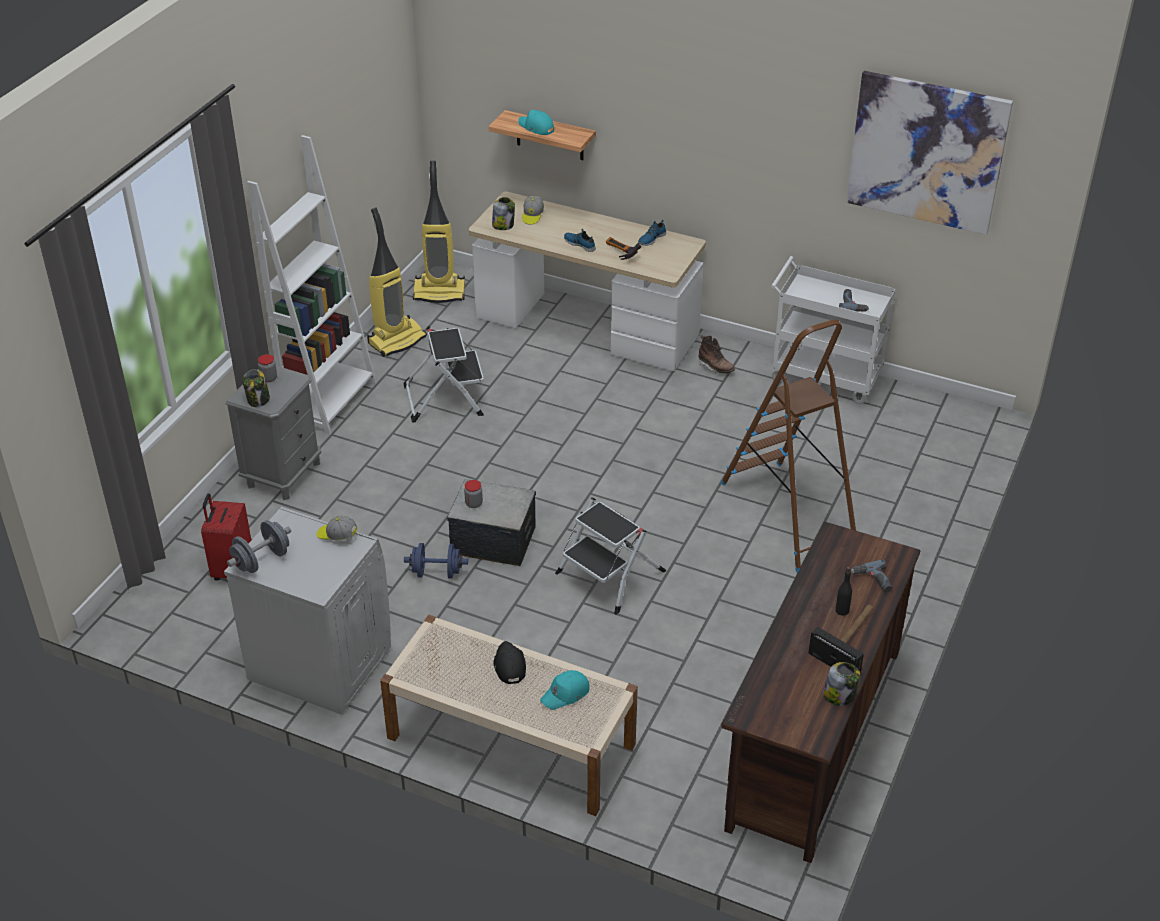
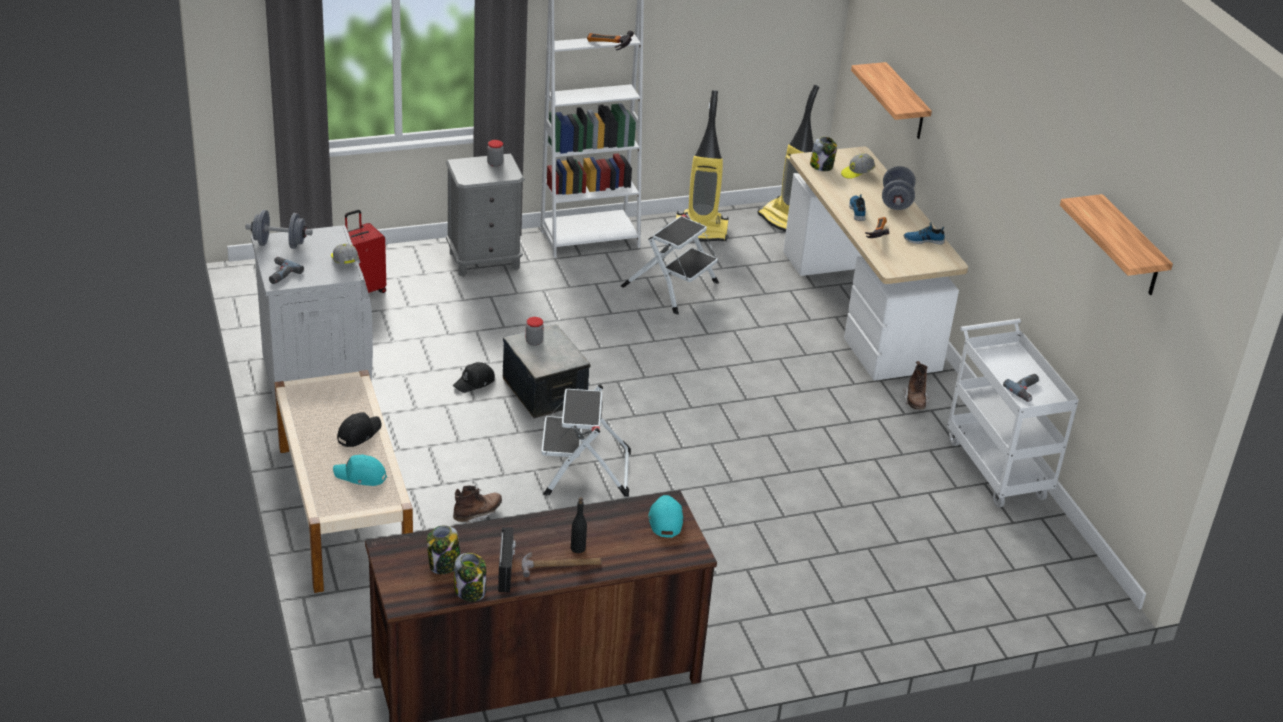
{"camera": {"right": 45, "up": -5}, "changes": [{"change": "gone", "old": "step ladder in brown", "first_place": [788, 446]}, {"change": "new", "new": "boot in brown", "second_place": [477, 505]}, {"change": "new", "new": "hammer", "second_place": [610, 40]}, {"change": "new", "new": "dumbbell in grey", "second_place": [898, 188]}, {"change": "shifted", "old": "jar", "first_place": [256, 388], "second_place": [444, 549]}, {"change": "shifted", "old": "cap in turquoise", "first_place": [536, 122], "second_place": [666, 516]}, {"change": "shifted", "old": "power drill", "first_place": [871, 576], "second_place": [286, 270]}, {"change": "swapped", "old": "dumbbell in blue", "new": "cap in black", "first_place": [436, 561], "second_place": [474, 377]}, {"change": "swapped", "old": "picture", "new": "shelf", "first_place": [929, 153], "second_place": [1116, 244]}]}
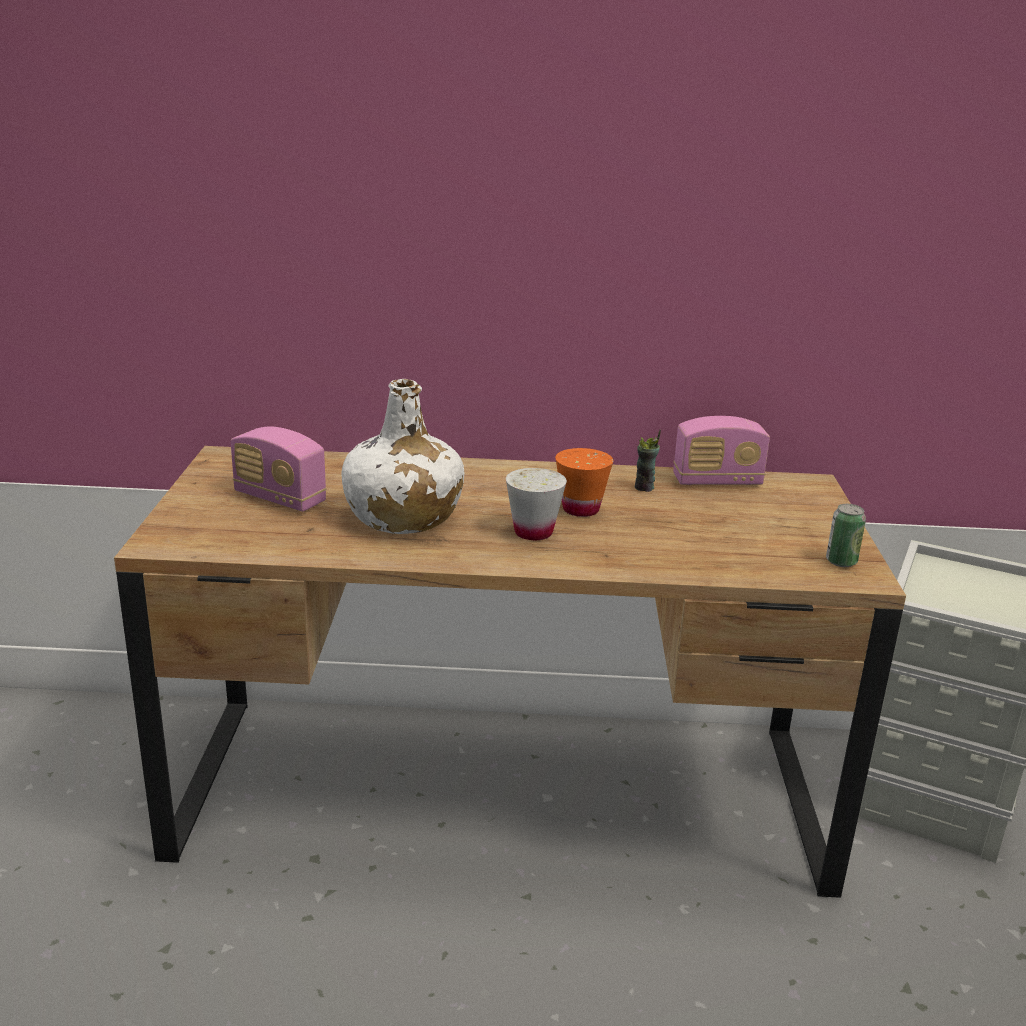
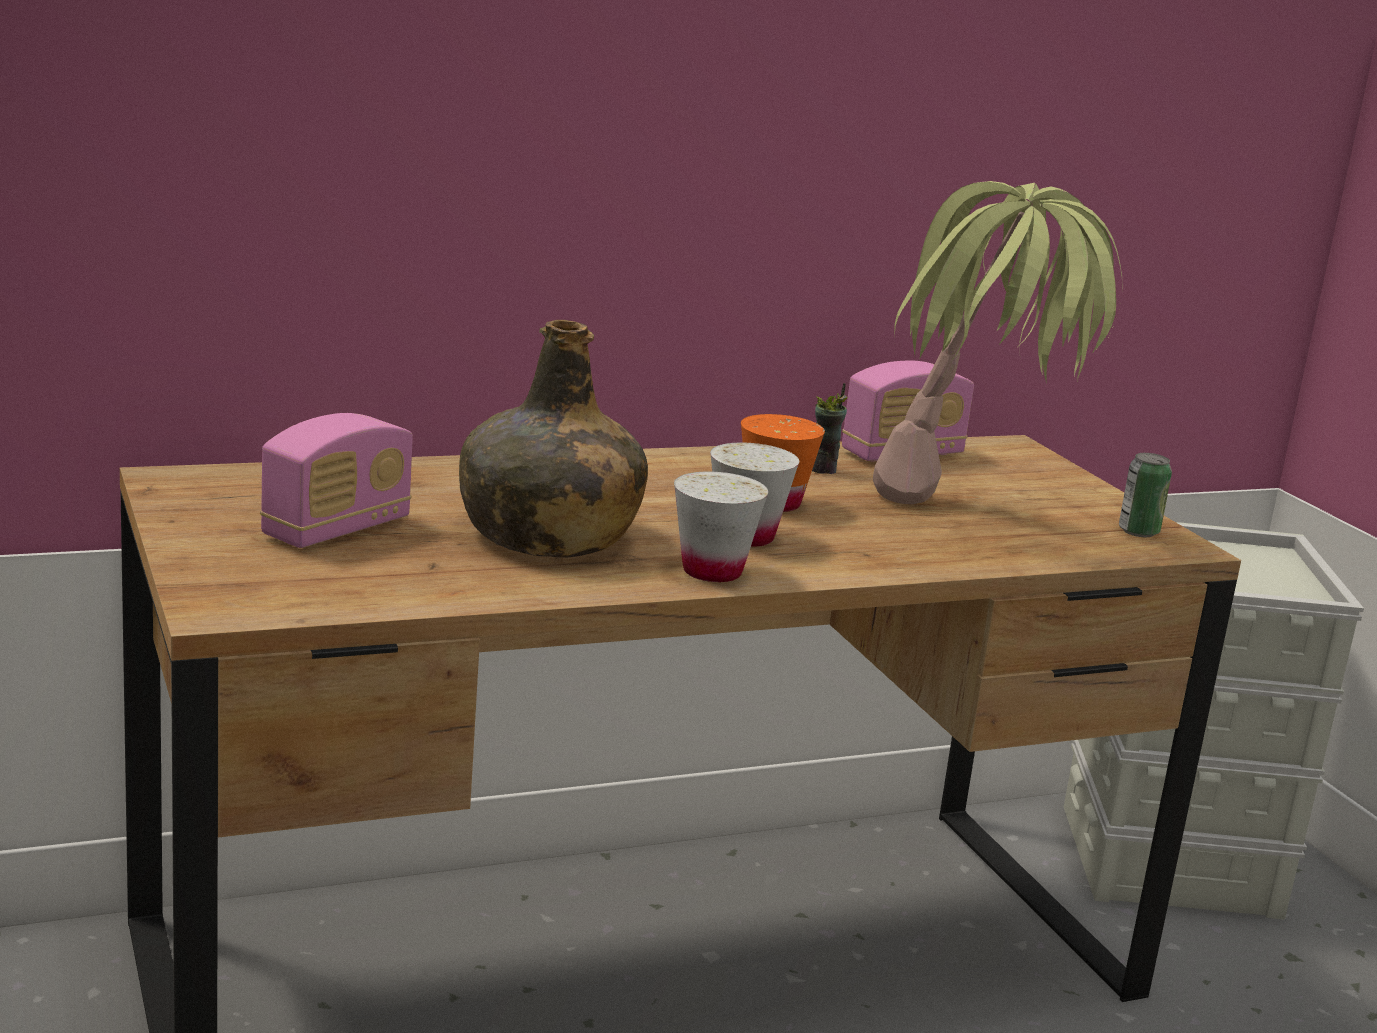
{"camera": {"right": -25, "up": -5}, "changes": [{"change": "new", "new": "cup in white", "second_place": [721, 527]}, {"change": "new", "new": "potted plant", "second_place": [997, 342]}, {"change": "repainted", "old": "bottle in white", "new": "bottle in green", "first_place": [403, 456], "second_place": [553, 439]}, {"change": "rotated", "old": "radio", "first_place": [278, 469], "second_place": [336, 480], "degrees": -60}]}
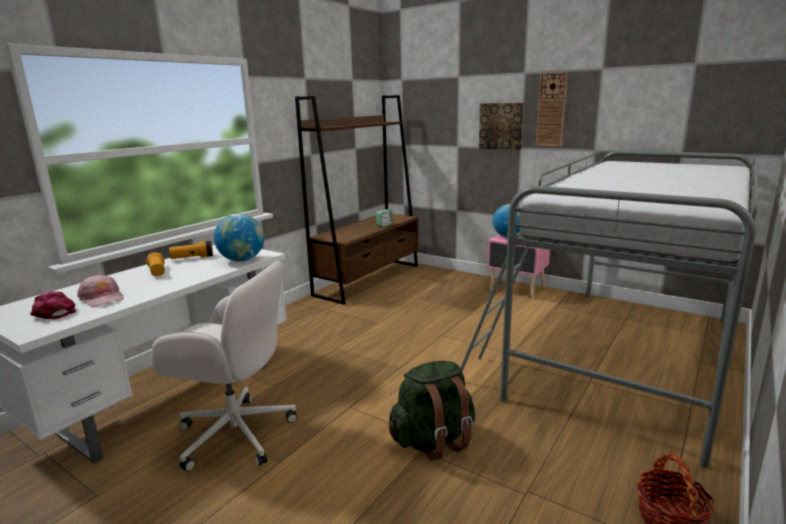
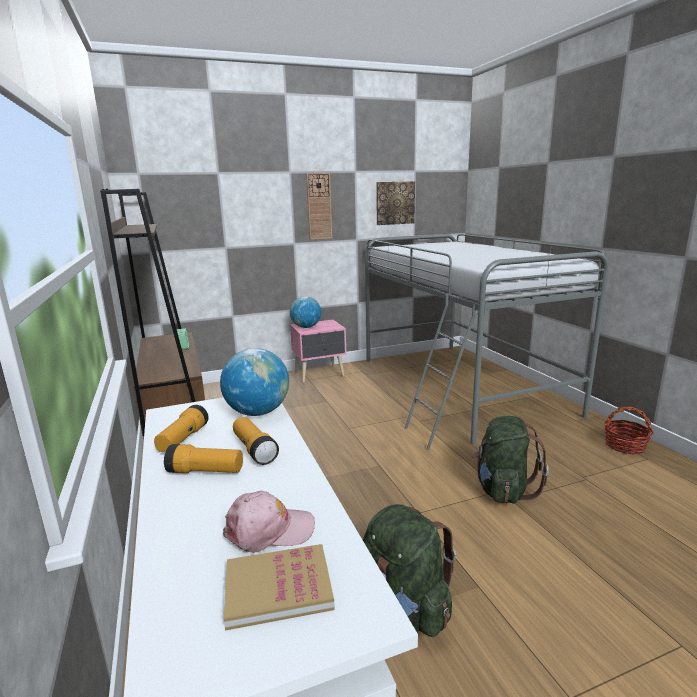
{"camera": {"right": -55, "up": 0}, "changes": [{"change": "new", "new": "flashlight", "second_place": [256, 441]}, {"change": "shifted", "old": "picture", "first_place": [501, 126], "second_place": [395, 203]}, {"change": "swapped", "old": "cap in pink", "new": "book", "first_place": [53, 305], "second_place": [279, 587]}, {"change": "swapped", "old": "office chair in white", "new": "backpack in green", "first_place": [224, 366], "second_place": [409, 570]}]}
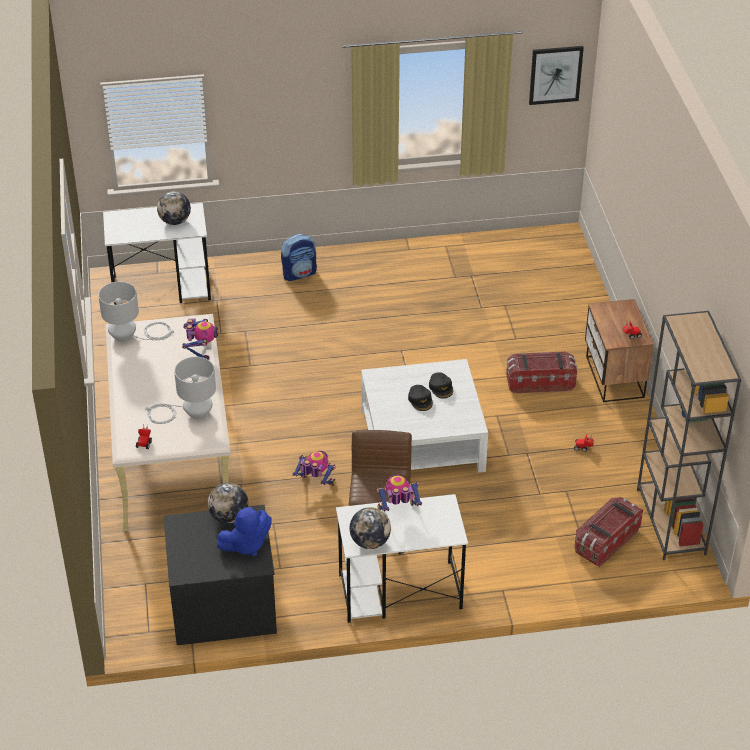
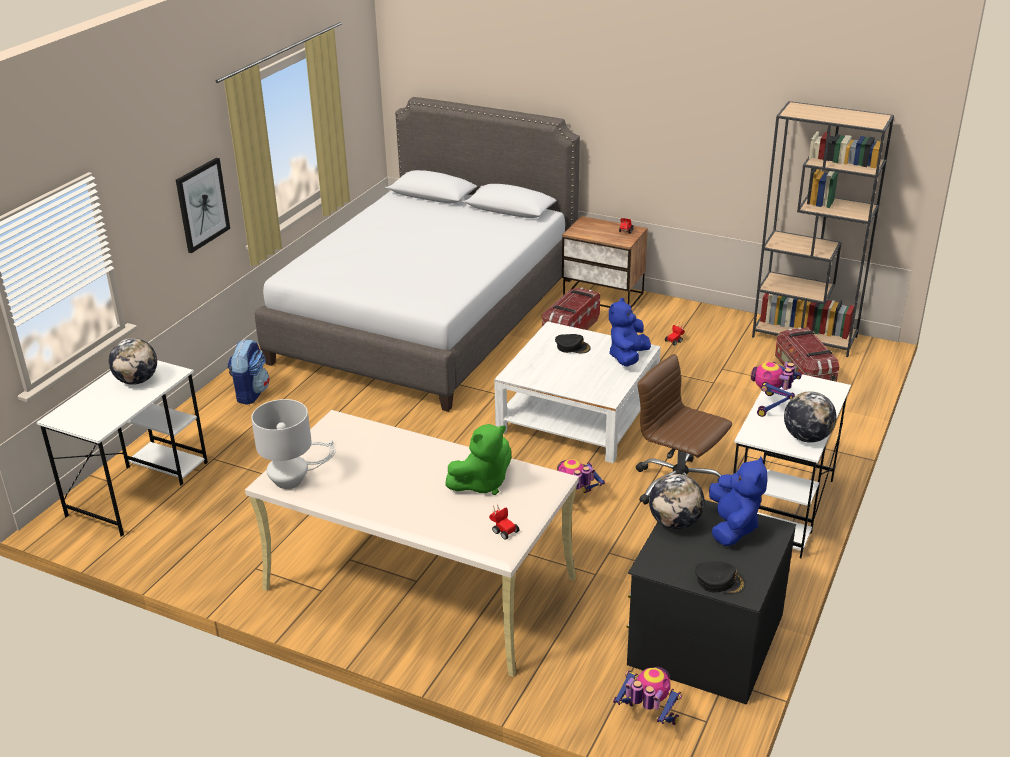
{"camera": {"right": -55, "up": -10}, "changes": [{"change": "new", "new": "bed in grey", "second_place": [417, 254]}, {"change": "new", "new": "plush toy in blue", "second_place": [630, 332]}, {"change": "shifted", "old": "toy robot", "first_place": [200, 339], "second_place": [647, 696]}, {"change": "shifted", "old": "cap in black", "first_place": [420, 398], "second_place": [720, 577]}, {"change": "shifted", "old": "picture", "first_place": [556, 75], "second_place": [203, 205]}, {"change": "swapped", "old": "table lamp in white", "new": "plush toy in green", "first_place": [180, 390], "second_place": [478, 459]}]}
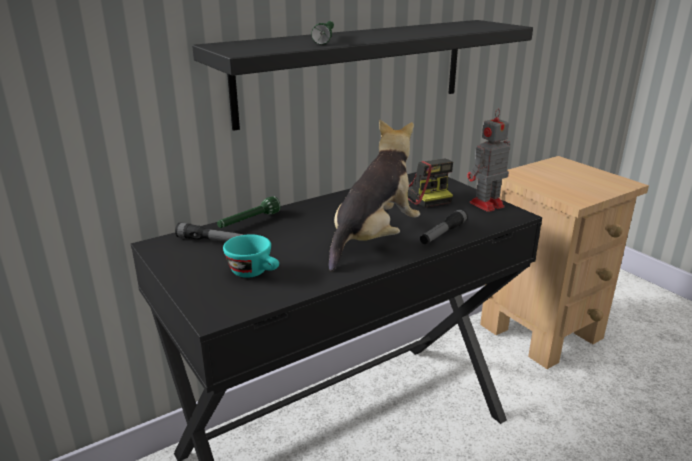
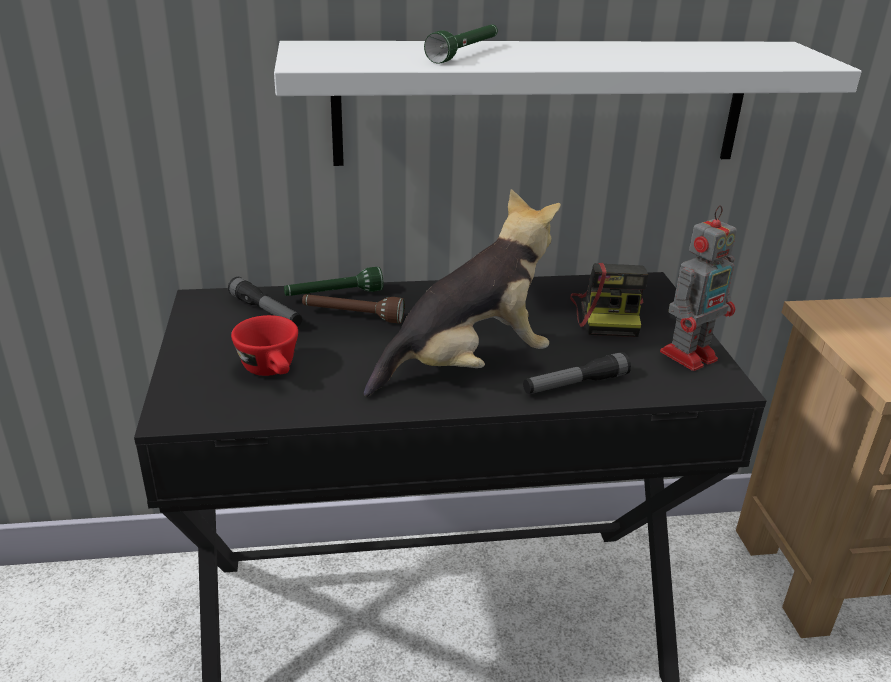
{"camera": {"right": 25, "up": 5}, "changes": [{"change": "new", "new": "flashlight in brown", "second_place": [353, 308]}, {"change": "repainted", "old": "shelf in black", "new": "shelf in white", "first_place": [362, 75], "second_place": [568, 103]}, {"change": "repainted", "old": "cup in turquoise", "new": "cup in red", "first_place": [251, 256], "second_place": [264, 345]}, {"change": "rotated", "old": "toy robot", "first_place": [488, 160], "second_place": [698, 288], "degrees": 150}]}
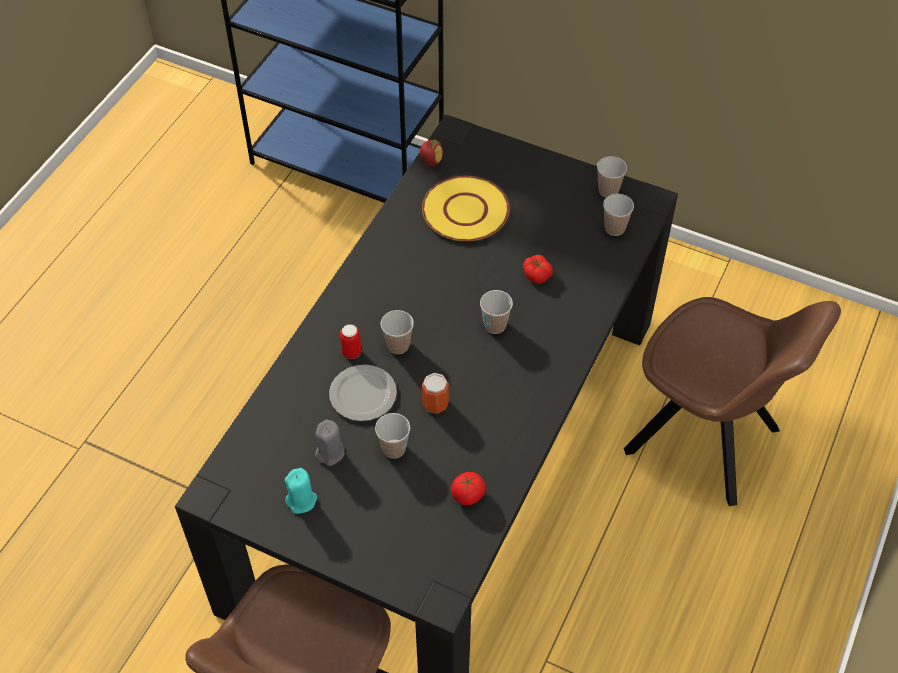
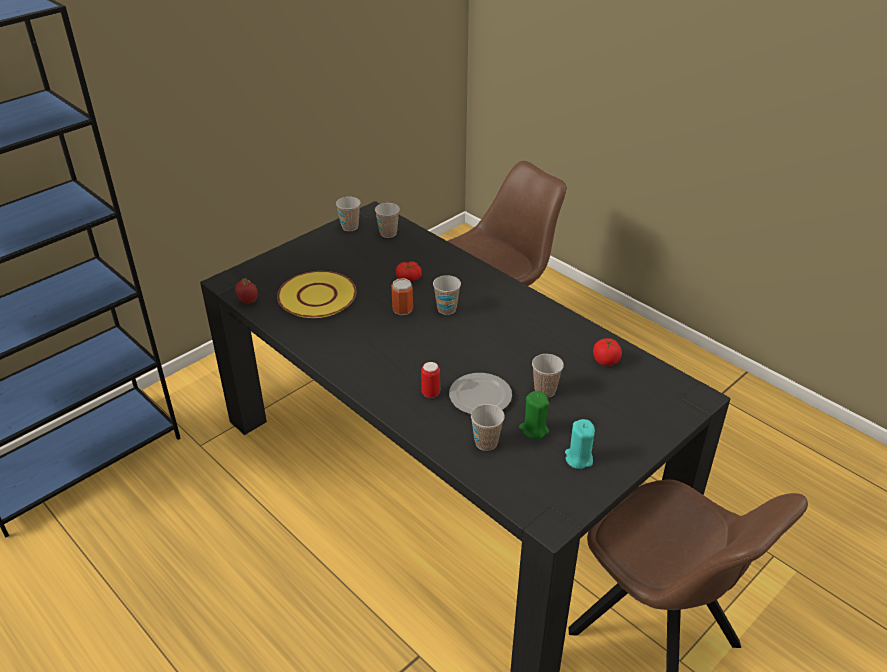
{"camera": {"right": -70, "up": -15}, "changes": [{"change": "shifted", "old": "cup", "first_place": [397, 332], "second_place": [488, 427]}, {"change": "shifted", "old": "can", "first_place": [435, 393], "second_place": [402, 296]}, {"change": "repainted", "old": "candle in grey", "new": "candle in green", "first_place": [330, 443], "second_place": [534, 415]}]}
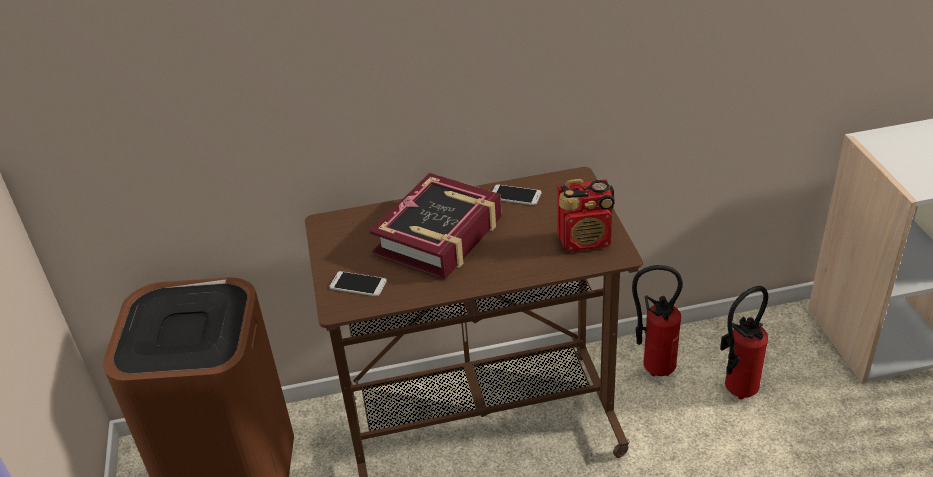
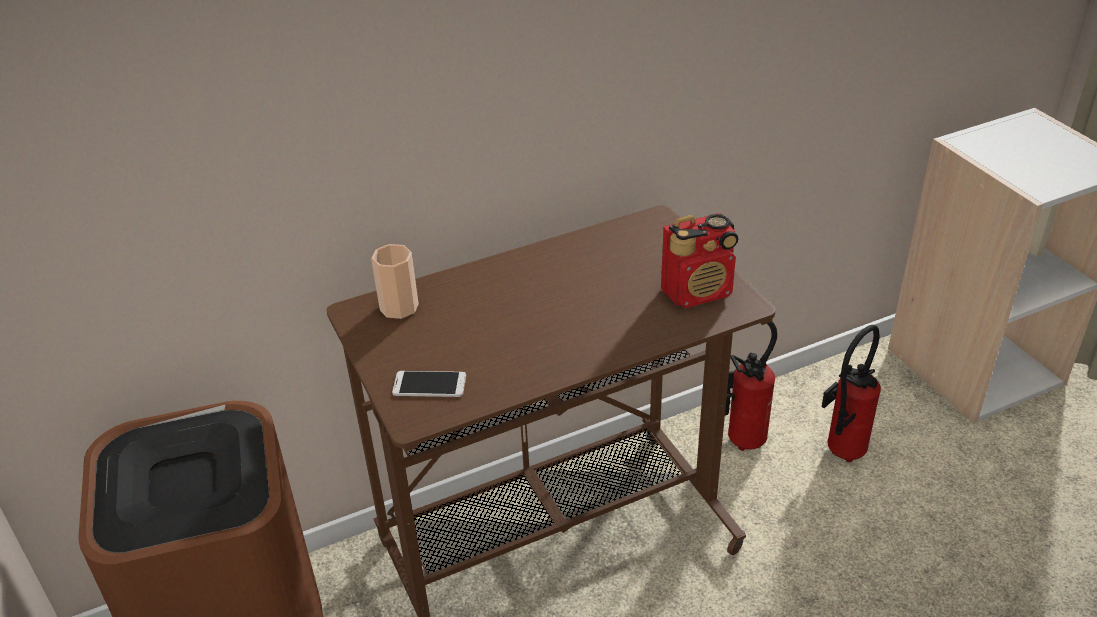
{"camera": {"right": -15, "up": 0}, "changes": [{"change": "gone", "old": "book", "first_place": [436, 226]}, {"change": "gone", "old": "phone", "first_place": [516, 194]}, {"change": "new", "new": "cup", "second_place": [395, 281]}]}
